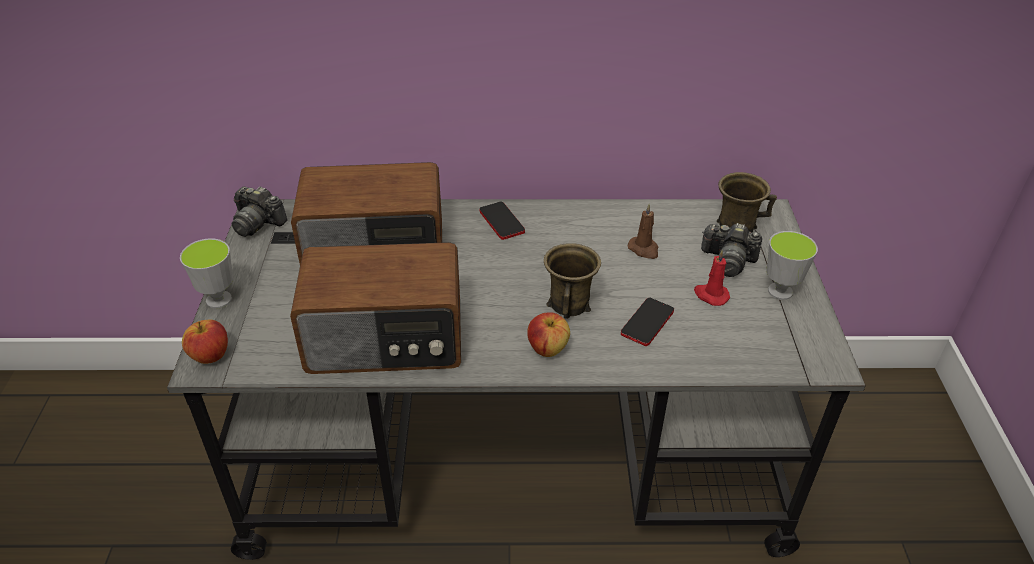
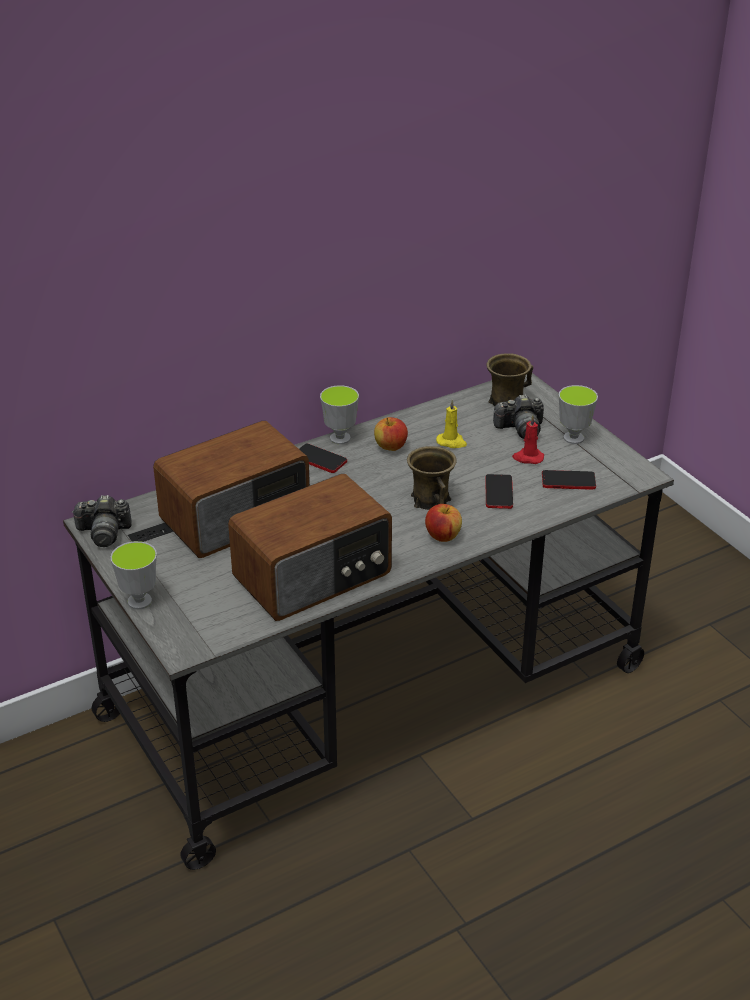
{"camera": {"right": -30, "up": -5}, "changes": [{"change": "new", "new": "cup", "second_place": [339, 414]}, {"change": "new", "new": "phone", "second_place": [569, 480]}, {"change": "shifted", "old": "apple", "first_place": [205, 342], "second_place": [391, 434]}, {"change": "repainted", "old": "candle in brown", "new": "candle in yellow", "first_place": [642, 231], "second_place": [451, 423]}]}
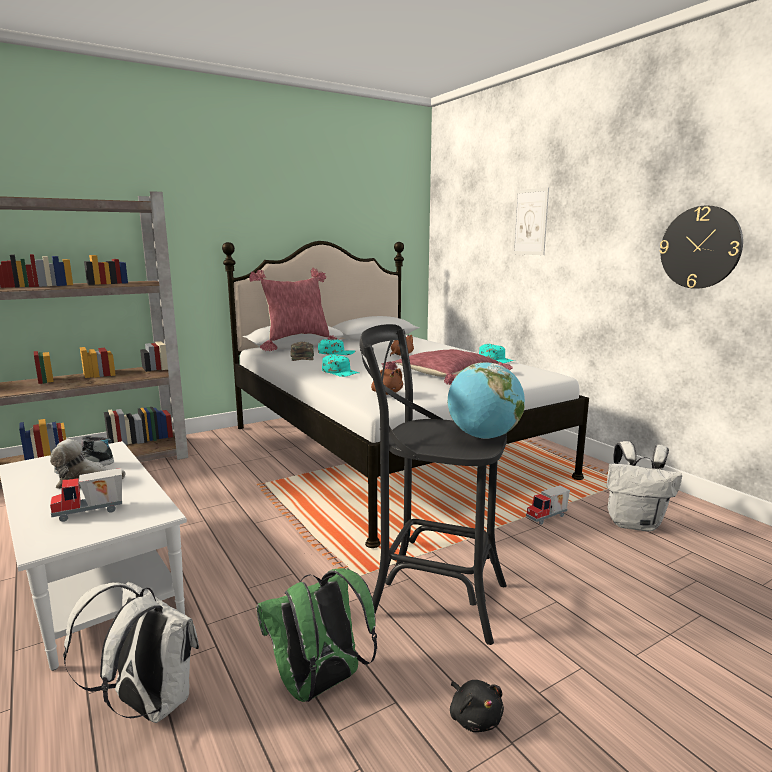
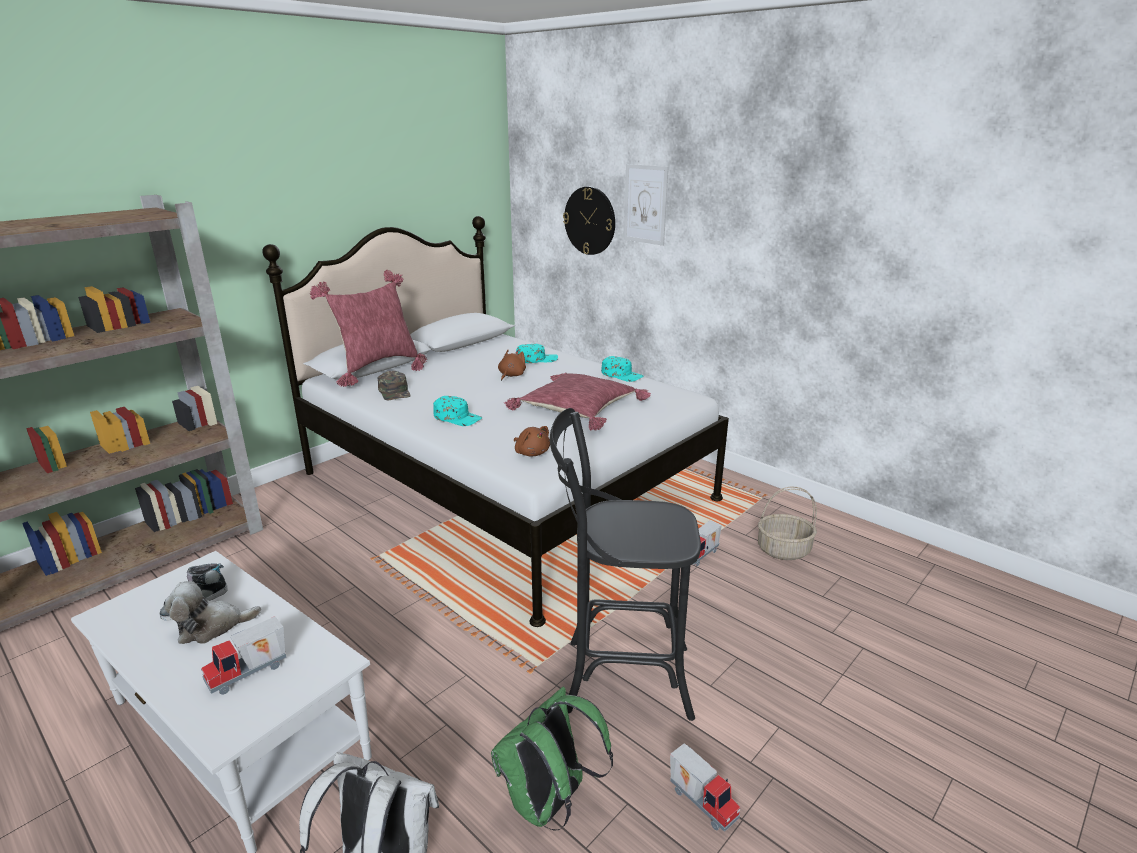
{"camera": {"right": -15, "up": 10}, "changes": [{"change": "gone", "old": "globe", "first_place": [486, 400]}, {"change": "shifted", "old": "cap in turquoise", "first_place": [336, 347], "second_place": [537, 353]}, {"change": "shifted", "old": "wall clock", "first_place": [701, 247], "second_place": [589, 220]}, {"change": "swapped", "old": "plush toy in black", "new": "toy truck", "first_place": [477, 706], "second_place": [705, 787]}, {"change": "swapped", "old": "backpack in white", "new": "basket", "first_place": [644, 486], "second_place": [787, 523]}]}
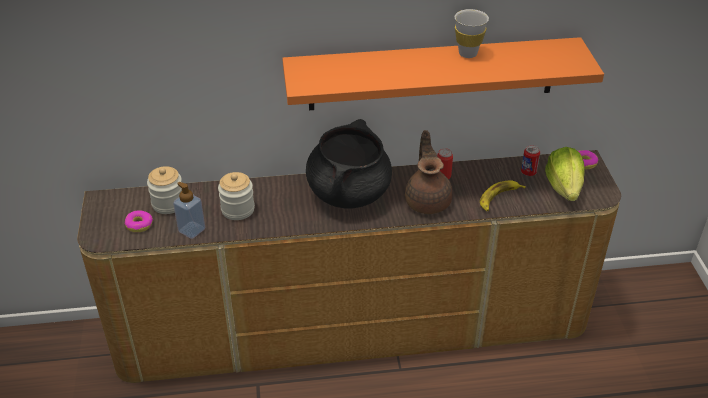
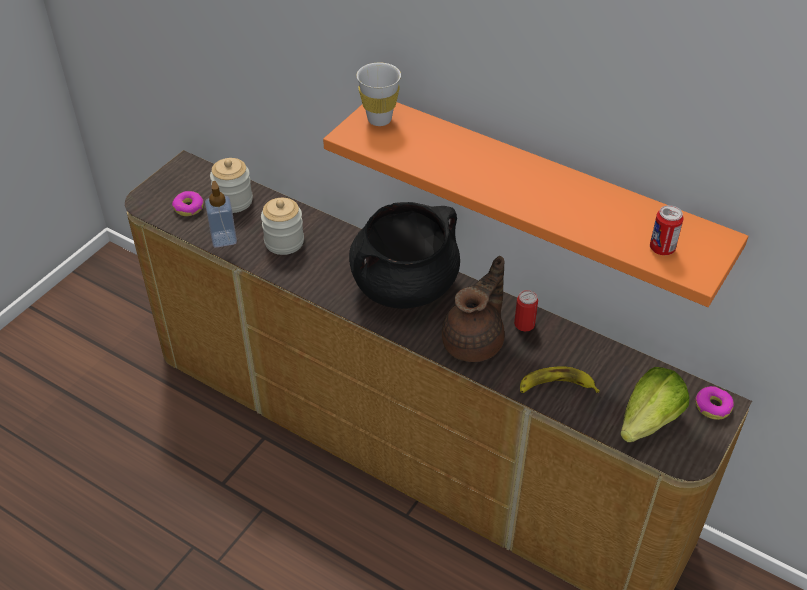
{"camera": {"right": 40, "up": 5}, "changes": [{"change": "shifted", "old": "cup in white", "first_place": [472, 33], "second_place": [379, 94]}, {"change": "shifted", "old": "can", "first_place": [530, 160], "second_place": [667, 230]}]}
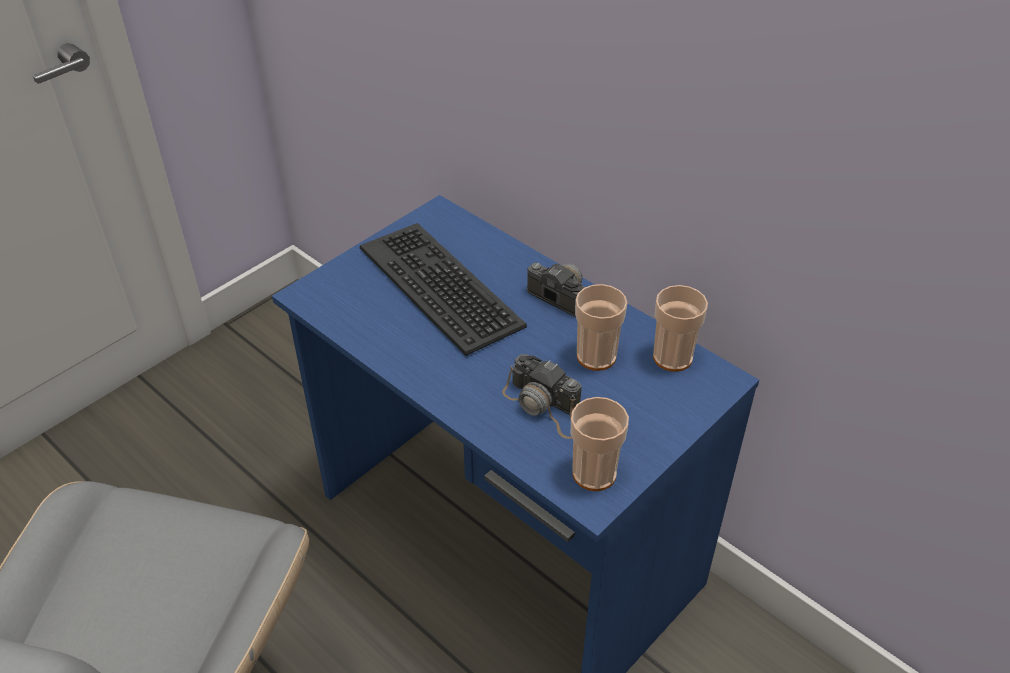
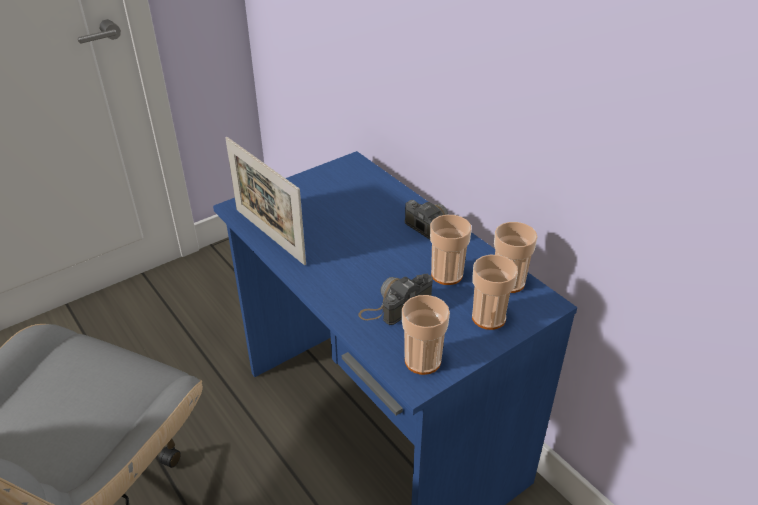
{"camera": {"right": 10, "up": -5}, "changes": [{"change": "gone", "old": "keyboard", "first_place": [443, 289]}, {"change": "new", "new": "picture frame", "second_place": [265, 201]}, {"change": "new", "new": "cup", "second_place": [495, 292]}, {"change": "rotated", "old": "photo camera", "first_place": [542, 396], "second_place": [395, 299], "degrees": 90}]}
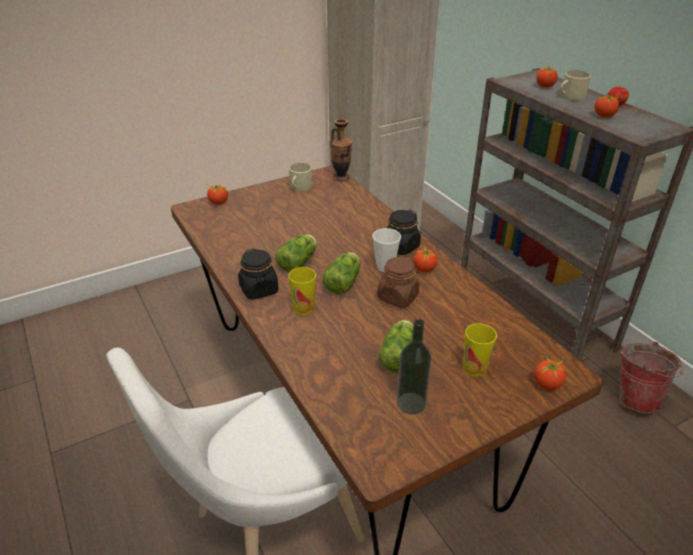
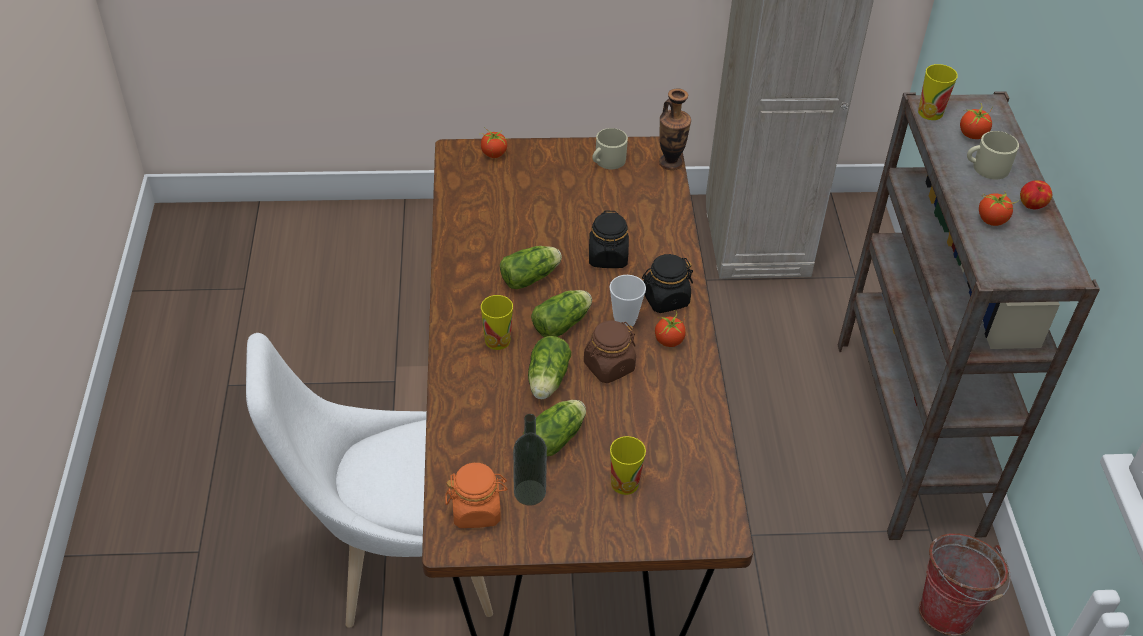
{"camera": {"right": 25, "up": 10}, "changes": [{"change": "gone", "old": "tomato", "first_place": [552, 373]}, {"change": "new", "new": "jar in orange", "second_place": [476, 495]}, {"change": "new", "new": "lettuce", "second_place": [549, 367]}, {"change": "new", "new": "cup", "second_place": [938, 92]}, {"change": "shifted", "old": "jar in black", "first_place": [258, 274], "second_place": [609, 239]}]}
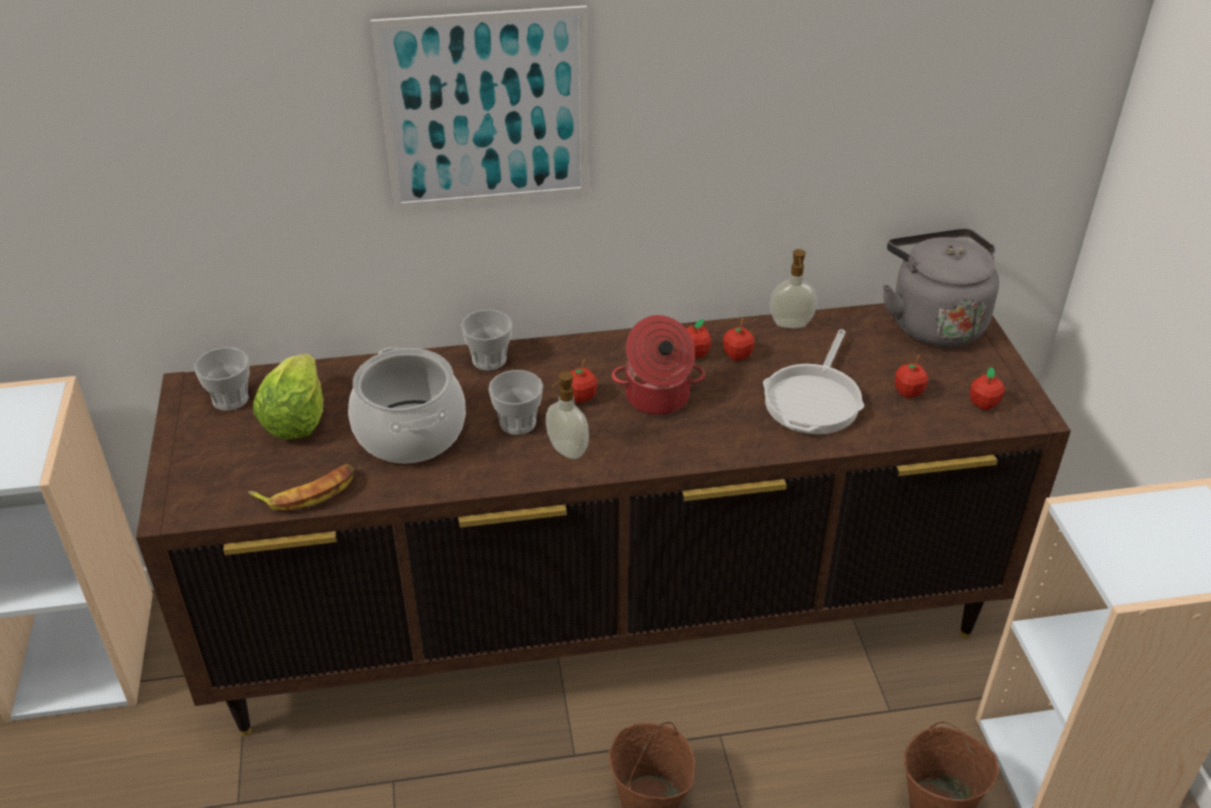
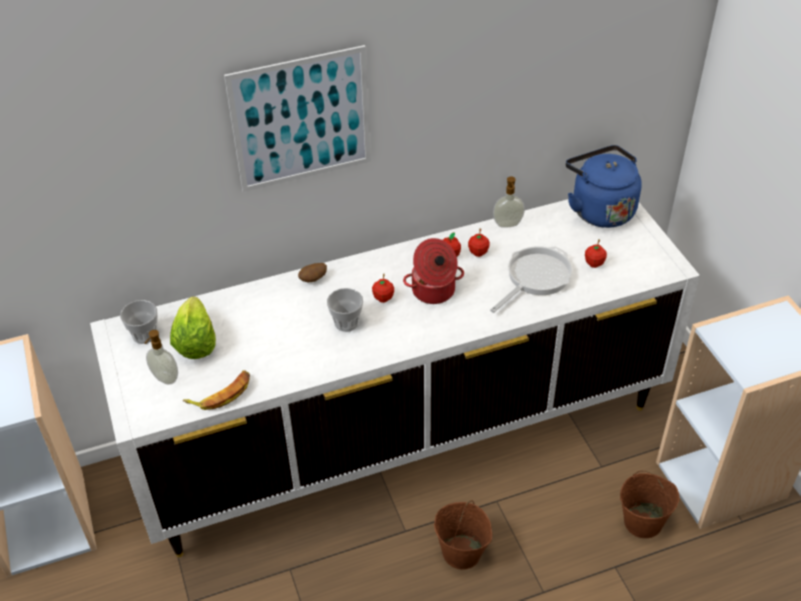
{"camera": {"right": -10, "up": 5}, "changes": [{"change": "gone", "old": "cooking pot", "first_place": [407, 405]}, {"change": "gone", "old": "apple", "first_place": [987, 388]}, {"change": "shifted", "old": "soap dispenser", "first_place": [567, 415], "second_place": [161, 357]}, {"change": "swapped", "old": "cup", "new": "potato", "first_place": [486, 340], "second_place": [312, 272]}, {"change": "repainted", "old": "cabinet in brown", "new": "cabinet in white", "first_place": [603, 519], "second_place": [395, 378]}, {"change": "repainted", "old": "kettle in grey", "new": "kettle in blue", "first_place": [941, 288], "second_place": [604, 186]}, {"change": "rotated", "old": "frying pan", "first_place": [813, 382], "second_place": [531, 279], "degrees": -150}]}
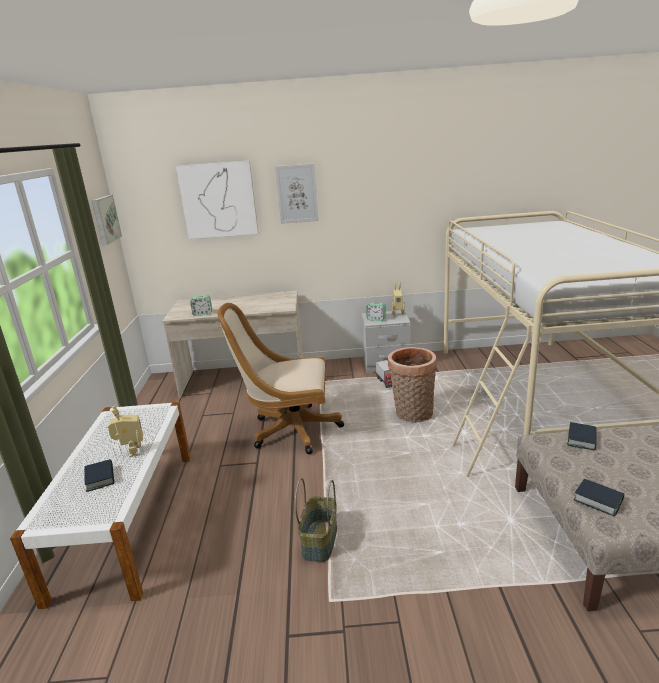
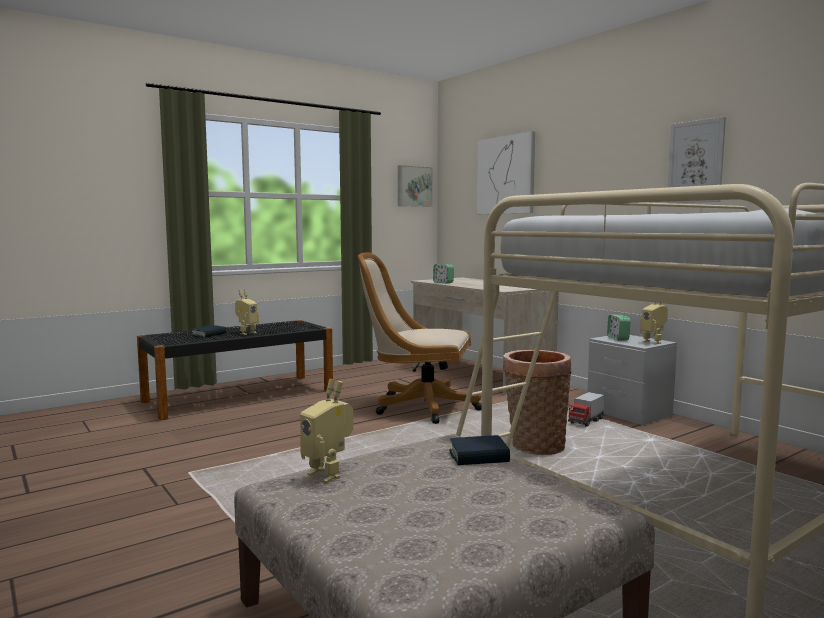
{"camera": {"right": 55, "up": -15}, "changes": [{"change": "gone", "old": "basket", "first_place": [316, 520]}, {"change": "shifted", "old": "picture", "first_place": [297, 193], "second_place": [696, 159]}, {"change": "swapped", "old": "book", "new": "toy robot", "first_place": [599, 498], "second_place": [326, 431]}, {"change": "repainted", "old": "bench in white", "new": "bench in black", "first_place": [100, 505], "second_place": [235, 370]}, {"change": "rotated", "old": "office chair", "first_place": [280, 378], "second_place": [420, 338], "degrees": -45}]}
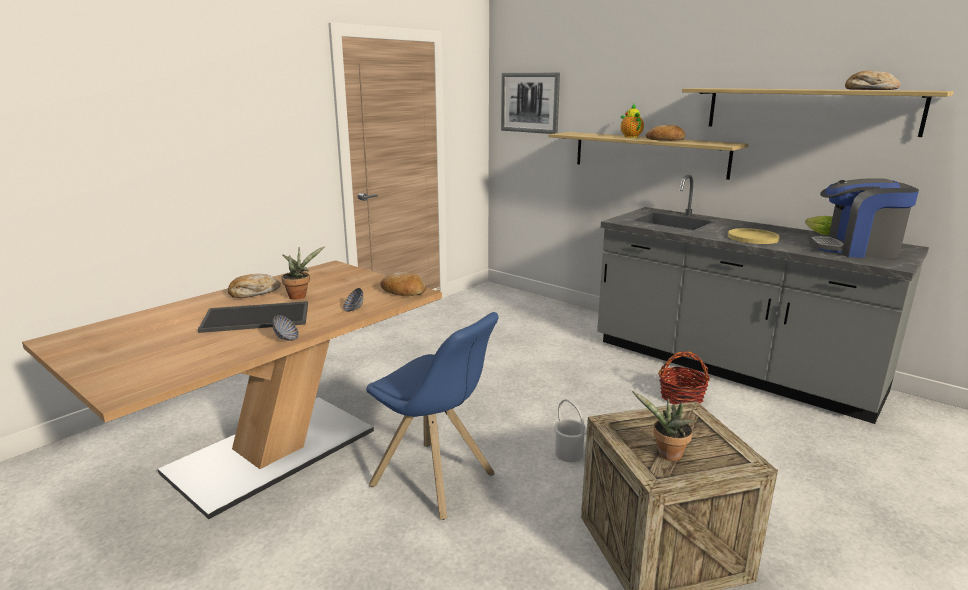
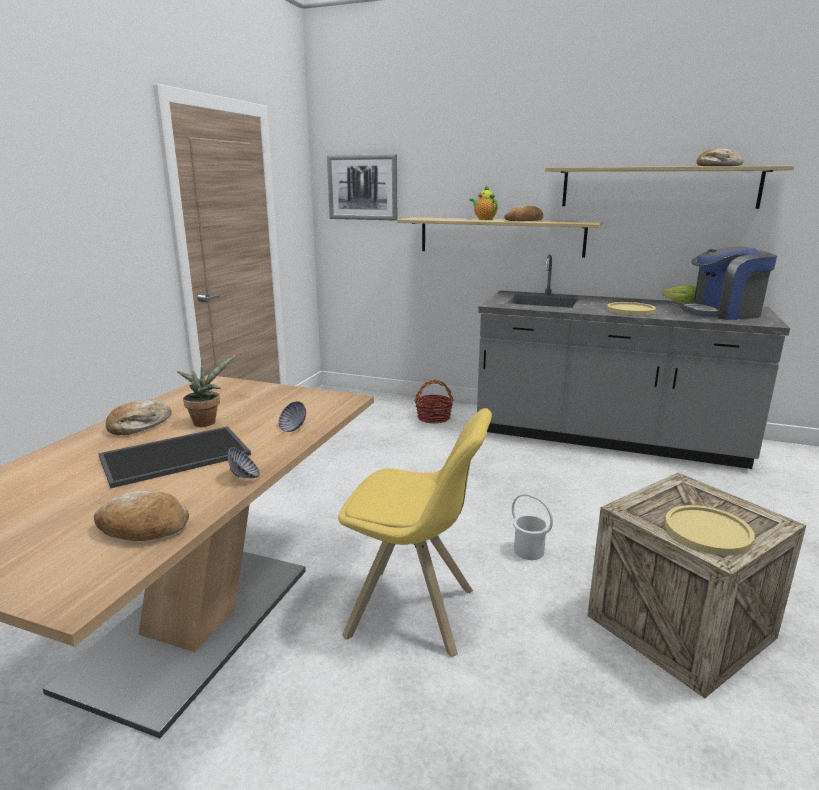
{"camera": {"right": -20, "up": 0}, "changes": [{"change": "shifted", "old": "bread", "first_place": [403, 284], "second_place": [141, 516]}, {"change": "shifted", "old": "basket", "first_place": [684, 377], "second_place": [434, 401]}, {"change": "swapped", "old": "potted plant", "new": "plate in yellow", "first_place": [663, 426], "second_place": [710, 530]}, {"change": "repainted", "old": "chair in blue", "new": "chair in yellow", "first_place": [432, 416], "second_place": [415, 532]}]}
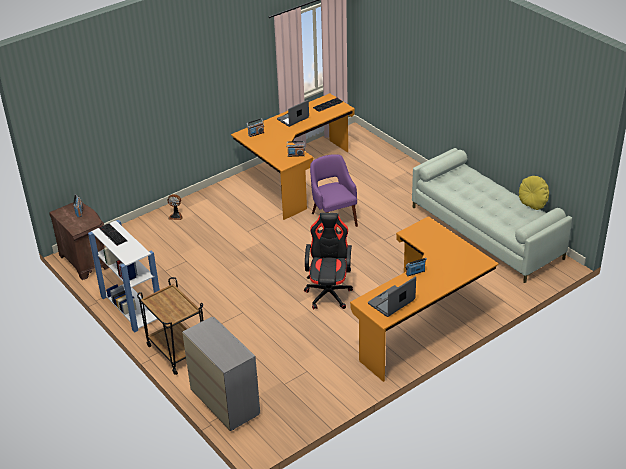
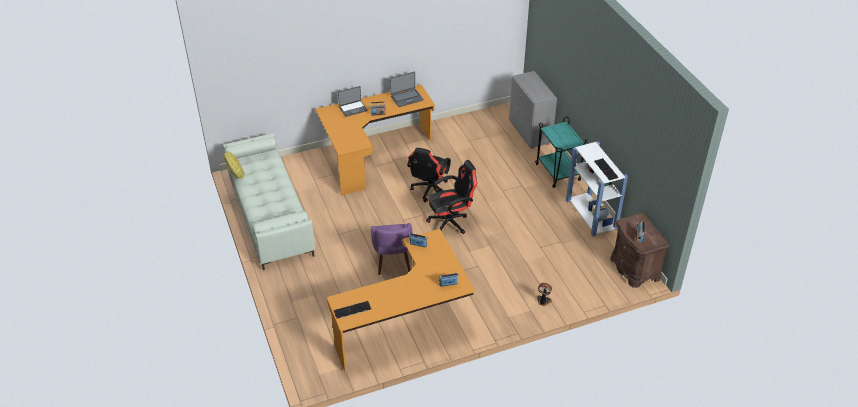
{"camera": {"right": -165, "up": 5}, "changes": [{"change": "new", "new": "office chair in black", "second_place": [451, 197]}, {"change": "shifted", "old": "laptop", "first_place": [293, 113], "second_place": [352, 101]}, {"change": "repainted", "old": "cart in brown", "new": "cart in turquoise", "first_place": [170, 326], "second_place": [561, 152]}]}
